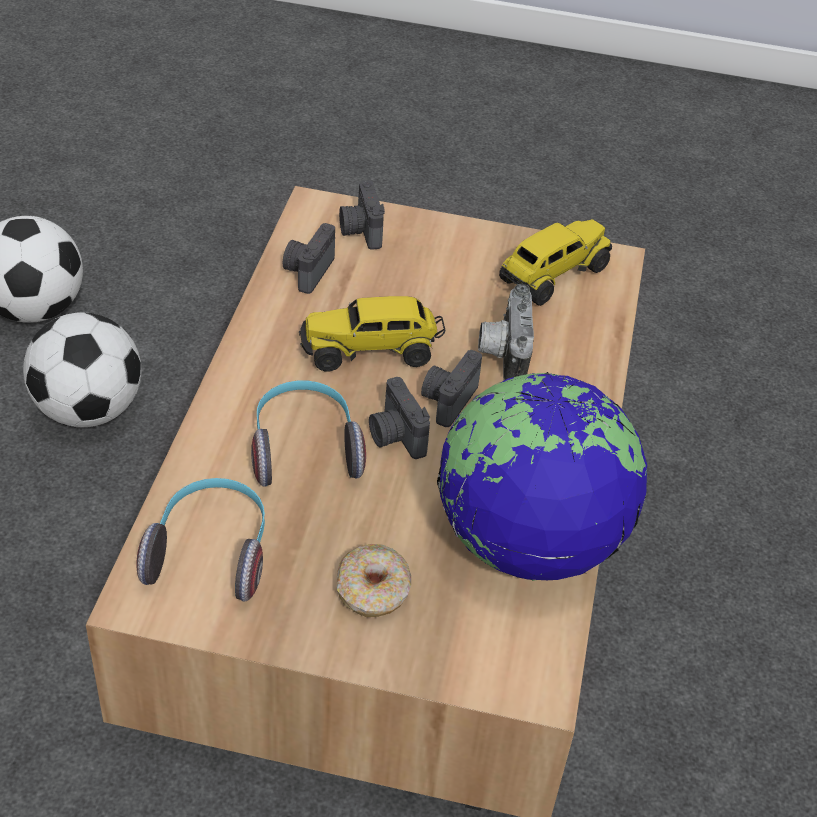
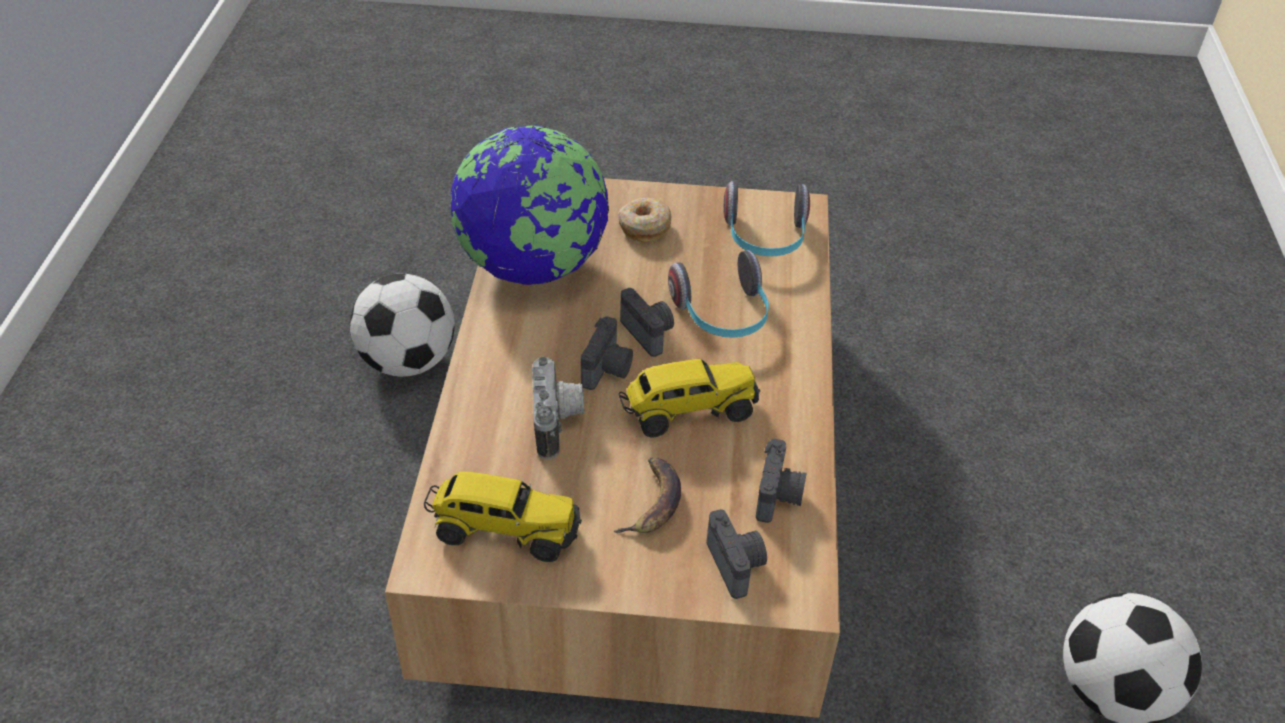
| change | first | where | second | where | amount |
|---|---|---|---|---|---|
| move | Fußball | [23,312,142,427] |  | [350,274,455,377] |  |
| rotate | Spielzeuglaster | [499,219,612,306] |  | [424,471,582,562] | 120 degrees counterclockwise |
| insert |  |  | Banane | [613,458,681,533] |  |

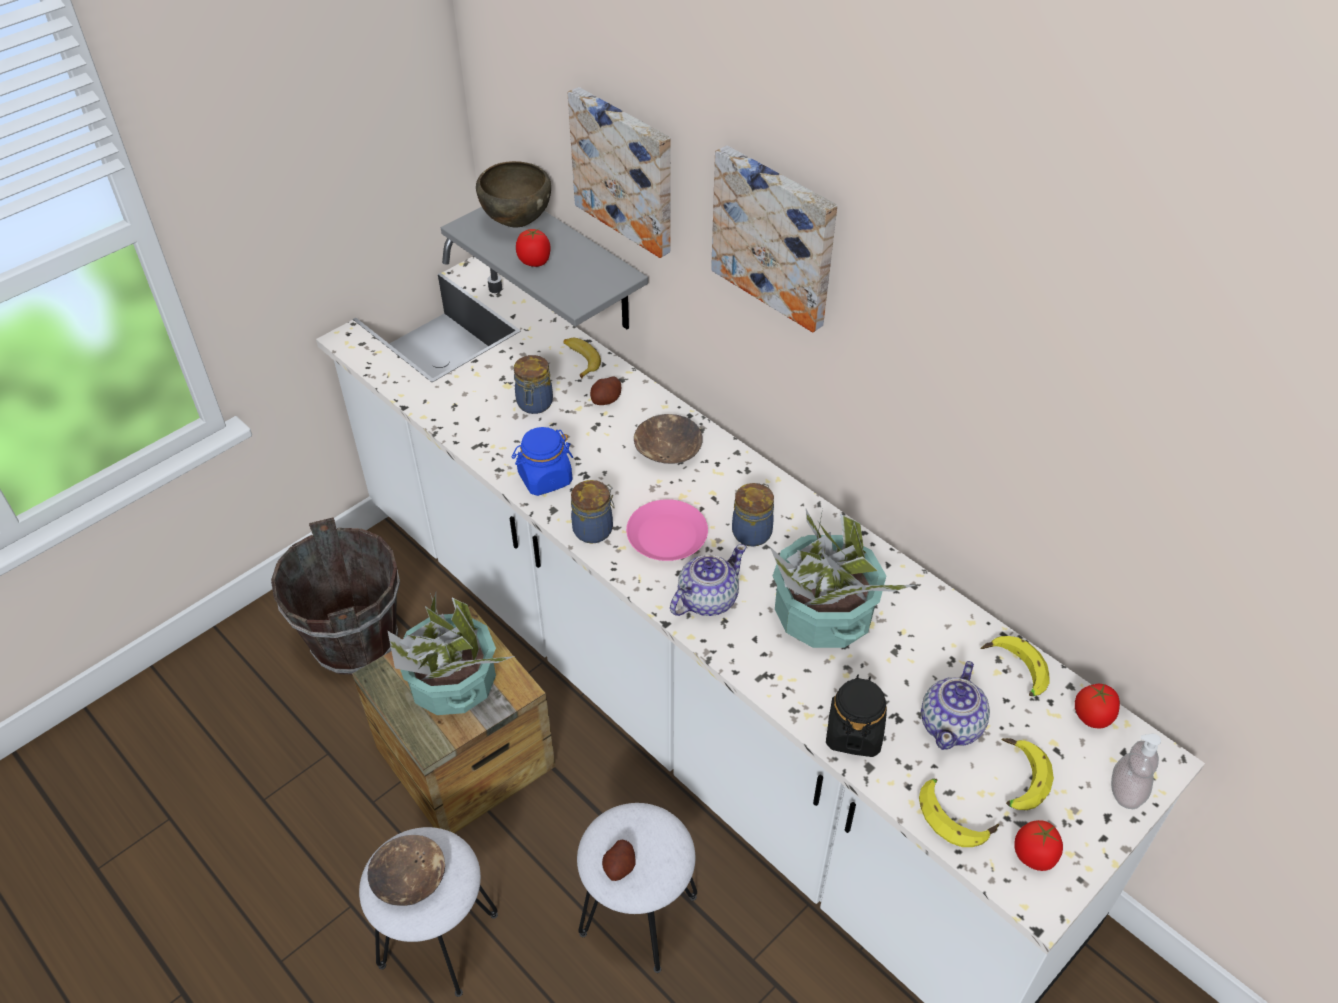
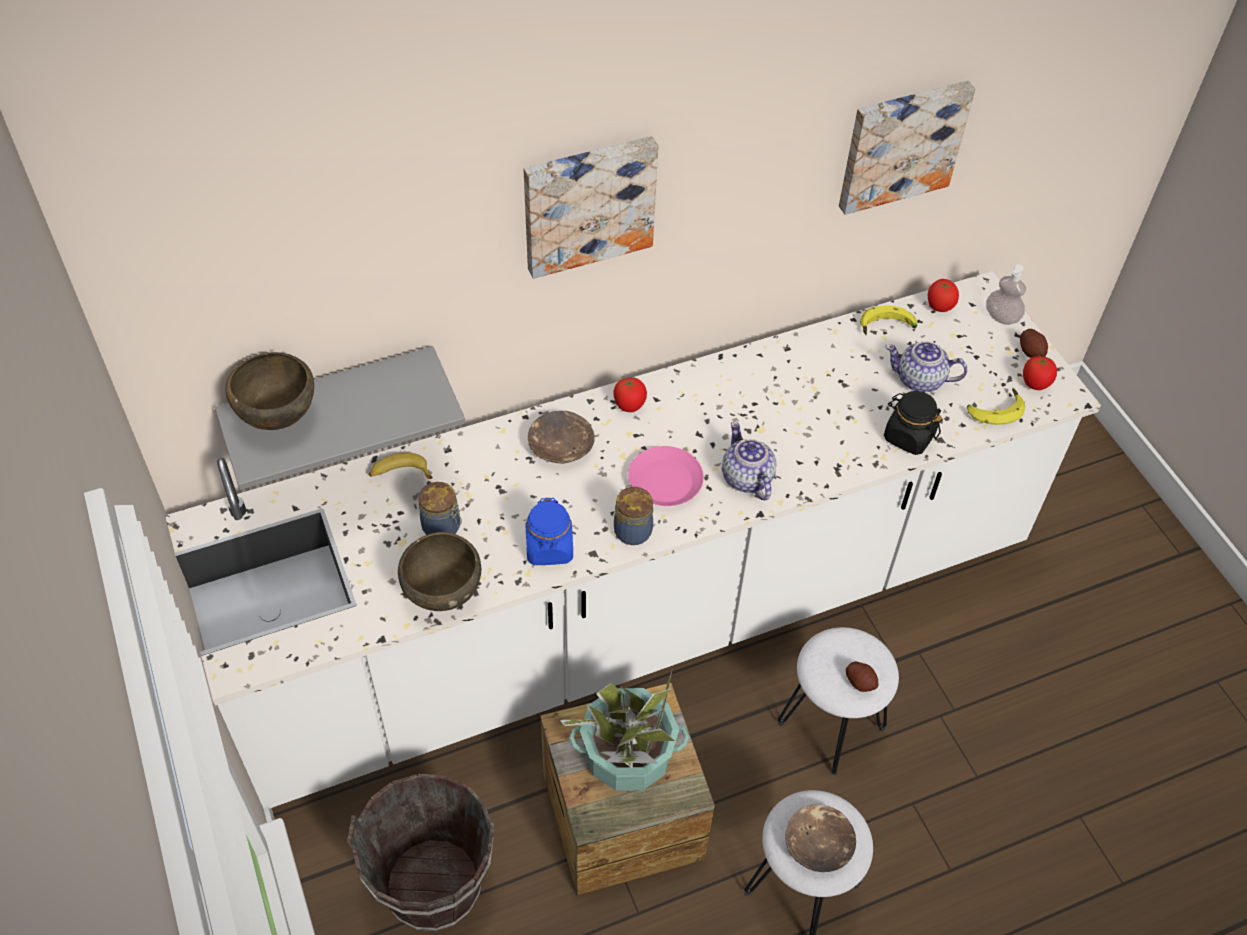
| change | first | where | second | where | amount |
|---|---|---|---|---|---|
| move | Tomate | [516,229,550,267] |  | [614,377,647,412] |  |
| move | Bild | [568,87,671,258] |  | [839,81,975,215] |  |
| move | Kartoffel | [590,377,621,405] |  | [1020,329,1048,358] |  |
| delete | Vorratsglas | [732,483,774,547] |  |  |  |
| delete | Topfpflanze | [770,509,915,648] |  |  |  |
| rotate | Teekanne | [921,661,990,750] |  | [885,341,967,392] | 150 degrees clockwise |
| delete | Banane | [1002,738,1054,810] |  |  |  |
| insert |  |  | Schüssel (braun) | [398,532,481,611] |  |

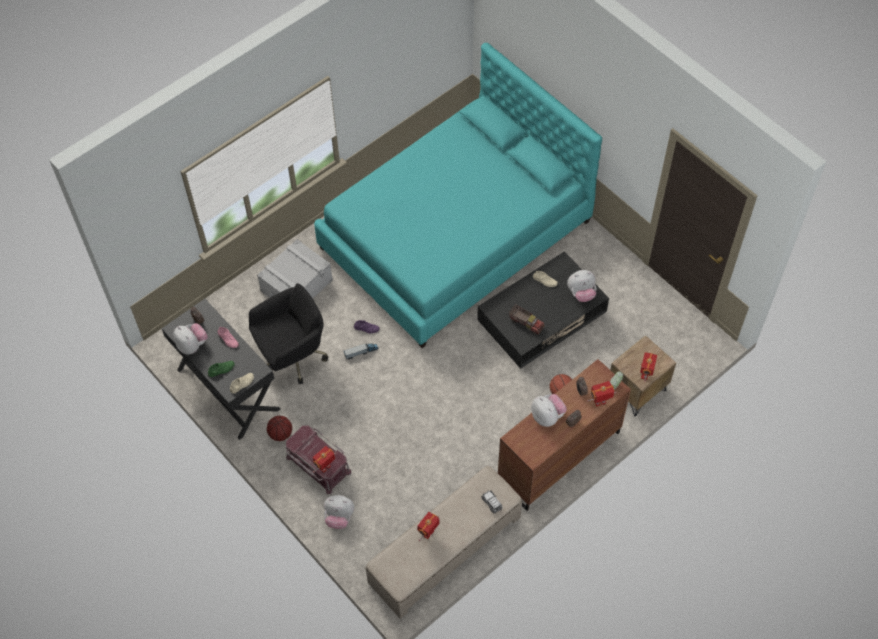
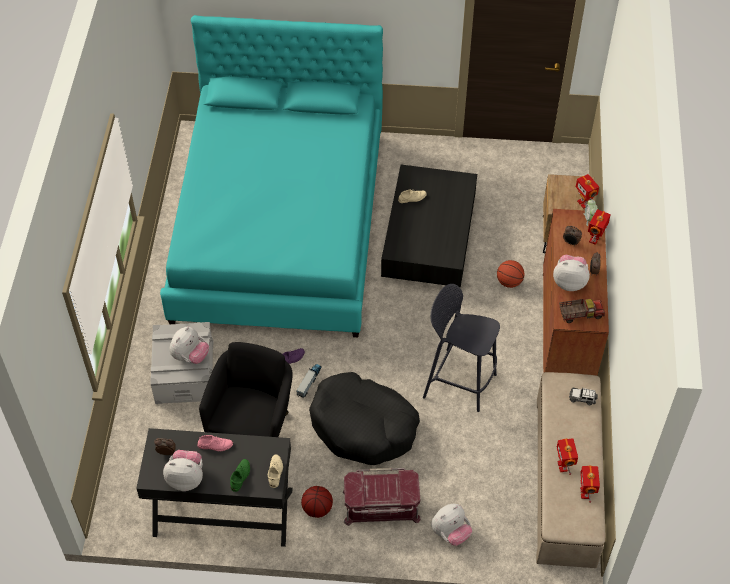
| change | first | where | second | where | amount |
|---|---|---|---|---|---|
| move | Spielzeugroboter | [312,446,337,473] |  | [580,466,600,503] |  |
| move | Spielzeuglaster | [509,304,545,335] |  | [559,299,605,323] |  |
| move | Plüschtier | [567,270,596,302] |  | [170,327,209,364] |  |
| insert |  |  | Hundebett (schwarz) | [309,372,420,465] |  |
| insert |  |  | Hocker (grau) | [423,284,500,412] |  |

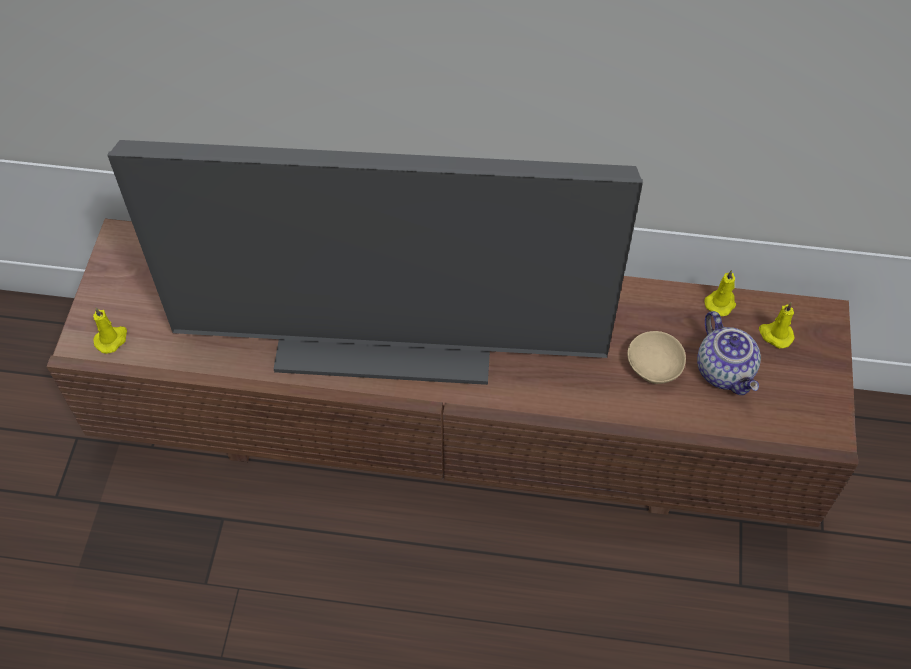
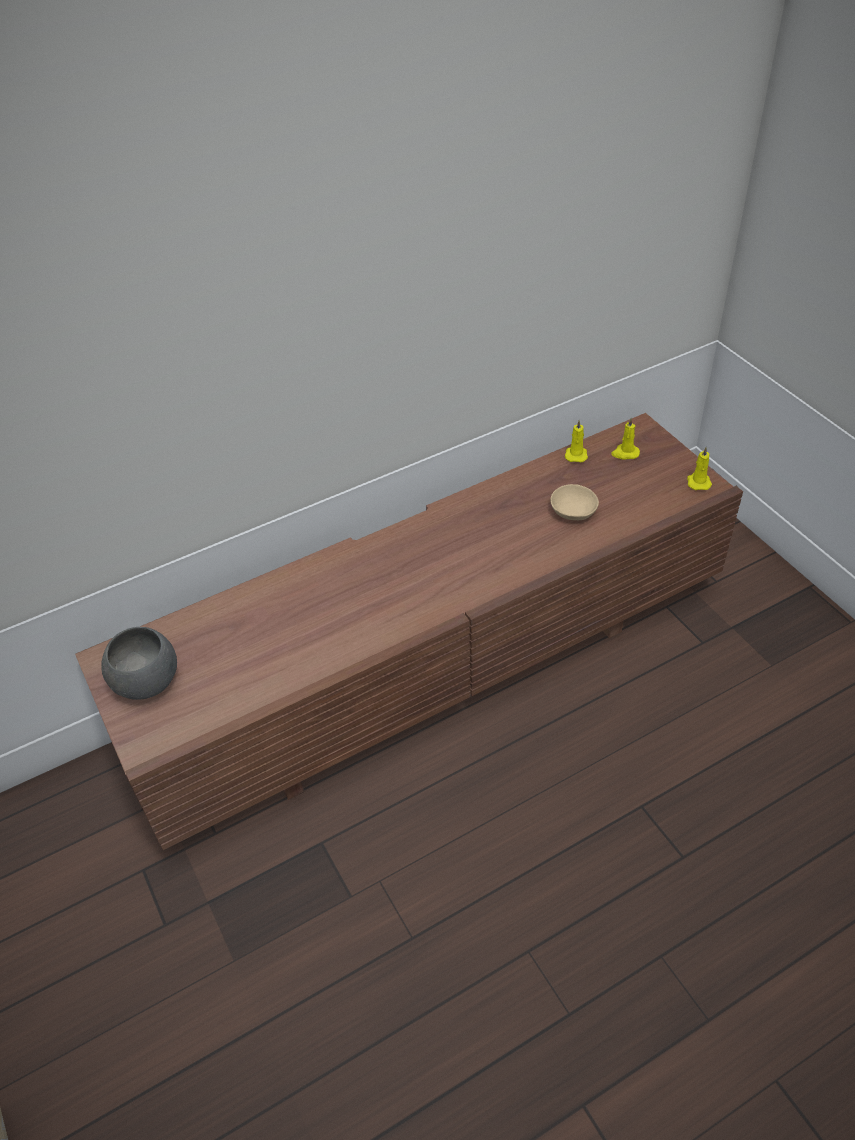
| change | first | where | second | where | amount |
|---|---|---|---|---|---|
| move | Kerze (gelb) | [93,307,127,354] |  | [687,447,712,490] |  |
| delete | Fernseher | [107,140,643,385] |  |  |  |
| delete | Teekanne | [697,311,761,395] |  |  |  |
| insert |  |  | Schüssel (grau) | [101,627,177,700] |  |

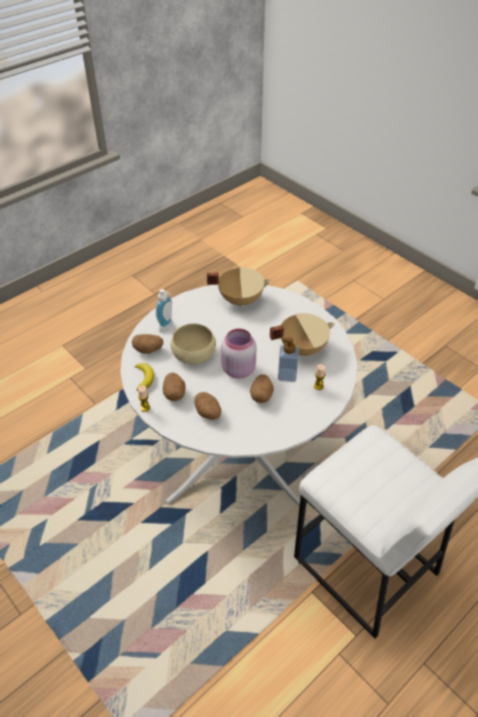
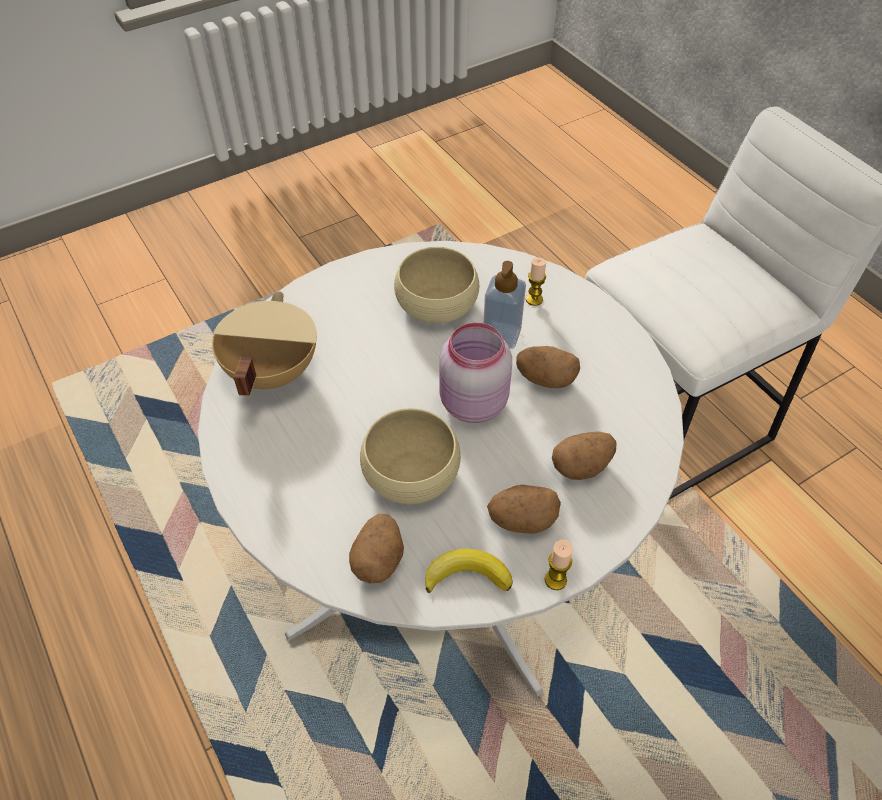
| change | first | where | second | where | amount |
|---|---|---|---|---|---|
| delete | Seifenspender | [156,289,173,332] |  |  |  |
| replace | Kochtopf (beige) | [270,313,335,357] | Schüssel (beige) | [394,247,479,323] |  |

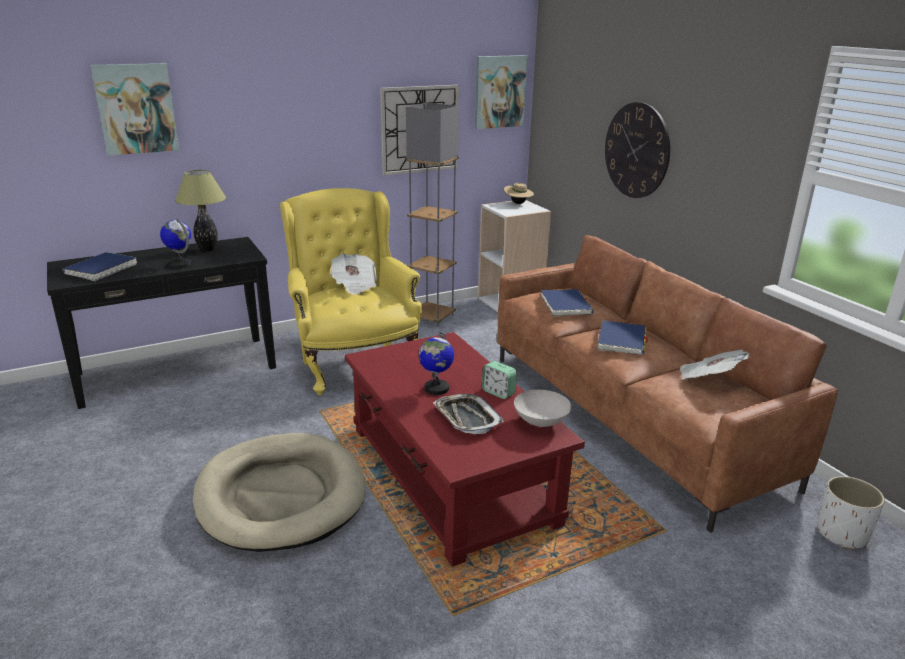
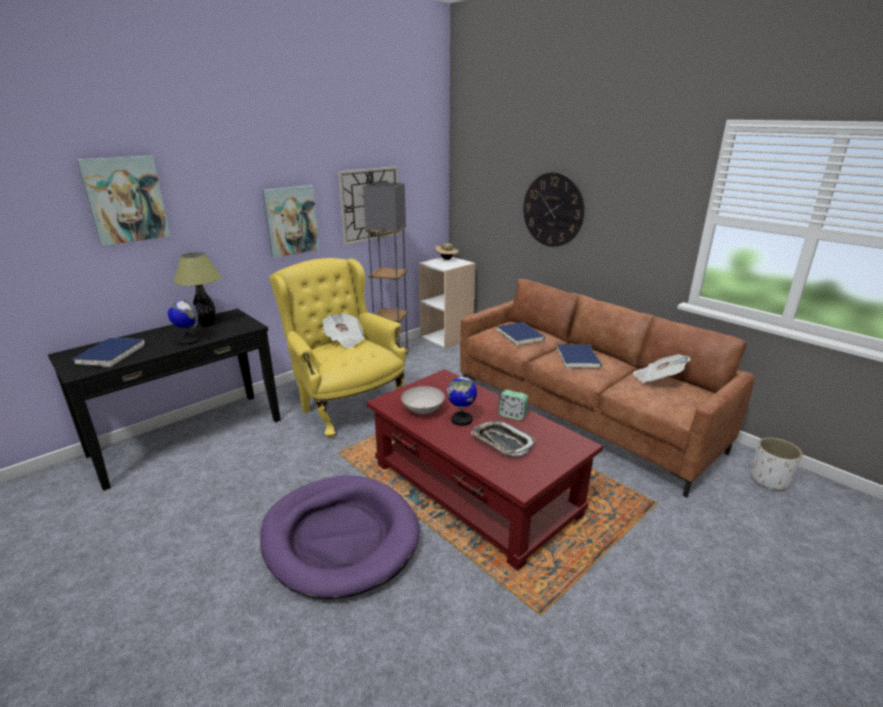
| change | first | where | second | where | amount |
|---|---|---|---|---|---|
| recolor | Hundebett (beige) | [193,433,366,552] | Hundebett (lila) | [260,475,420,599] |  |
| move | Bild | [475,55,527,129] |  | [262,185,319,258] |  |
| move | Schüssel (weiß) | [514,390,571,427] |  | [401,386,445,414] |  |

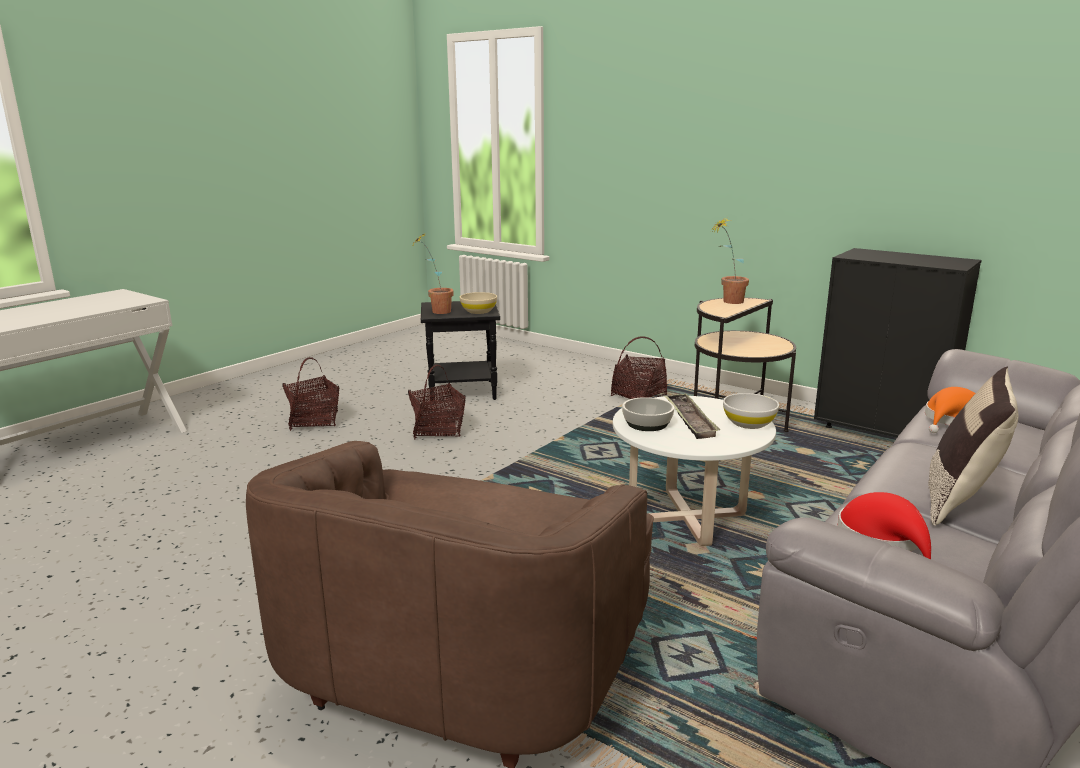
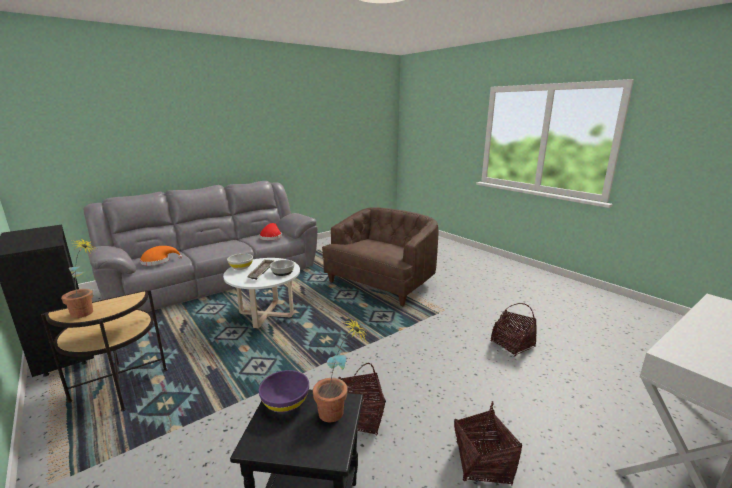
| change | first | where | second | where | amount |
|---|---|---|---|---|---|
| recolor | Schüssel (beige) | [460,292,497,314] | Schüssel (lila) | [259,370,309,413] |  |
| move | Korb | [611,336,667,399] |  | [490,303,537,356] |  |
| delete | Kissen | [928,367,1018,526] |  |  |  |

